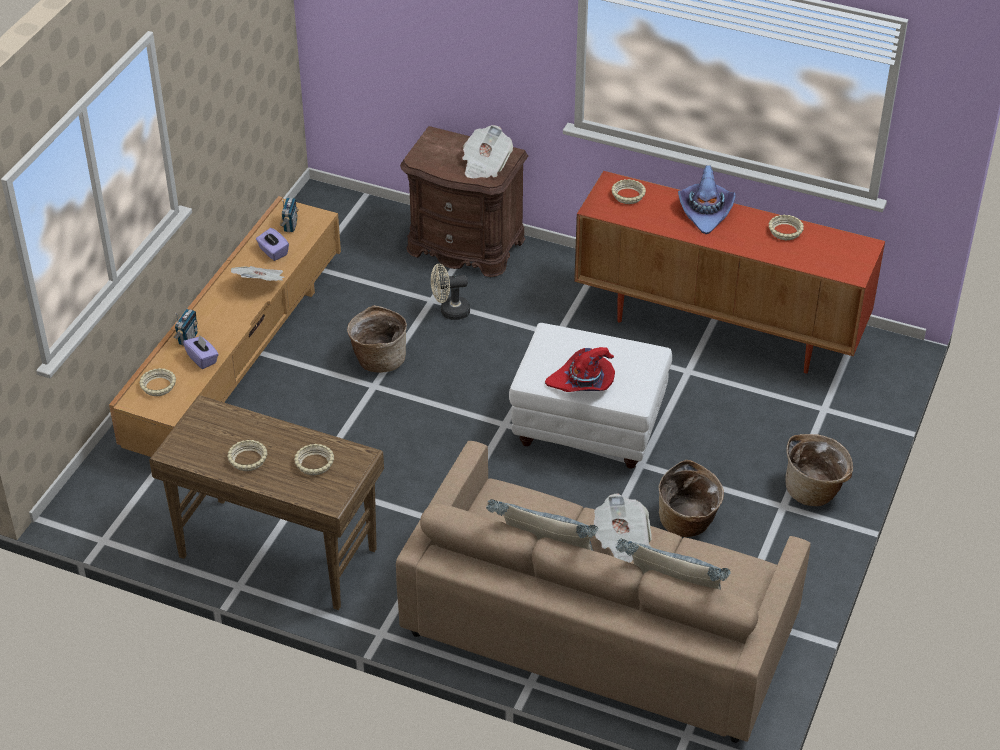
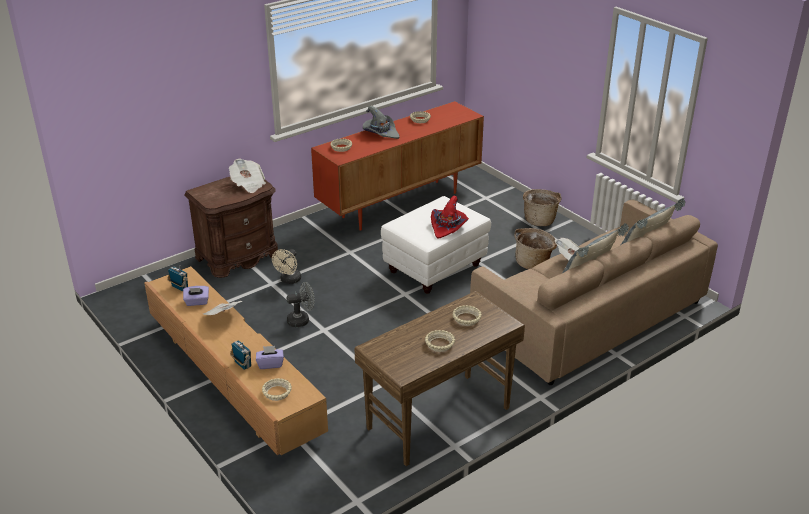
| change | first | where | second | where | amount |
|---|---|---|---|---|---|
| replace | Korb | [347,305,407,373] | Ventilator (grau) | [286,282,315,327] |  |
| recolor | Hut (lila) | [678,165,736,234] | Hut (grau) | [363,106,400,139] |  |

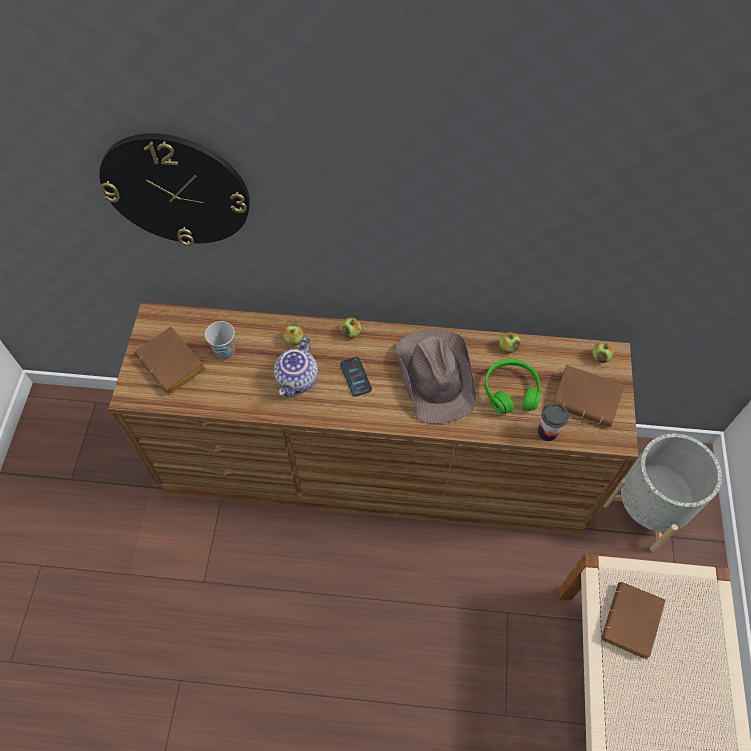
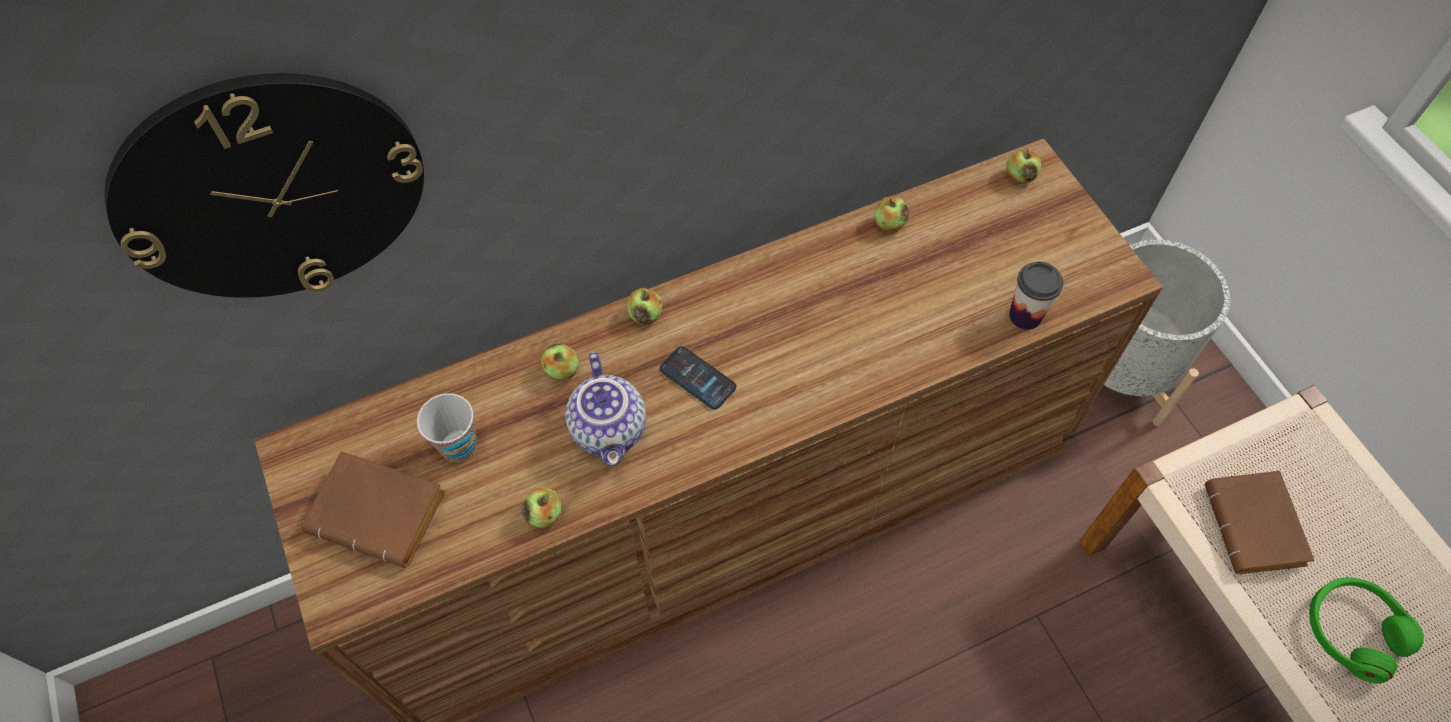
| change | first | where | second | where | amount |
|---|---|---|---|---|---|
| delete | Hut (braun) | [395,329,477,424] |  |  |  |
| move | Kopfhörer (grün) | [485,359,541,414] |  | [1309,578,1424,683] |  |
| delete | Buch (braun) | [553,365,625,427] |  |  |  |
| insert |  |  | Apfel | [522,487,562,528] |  |

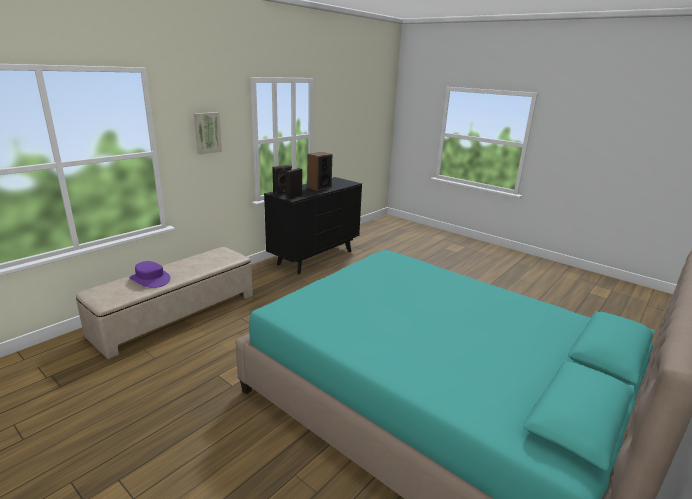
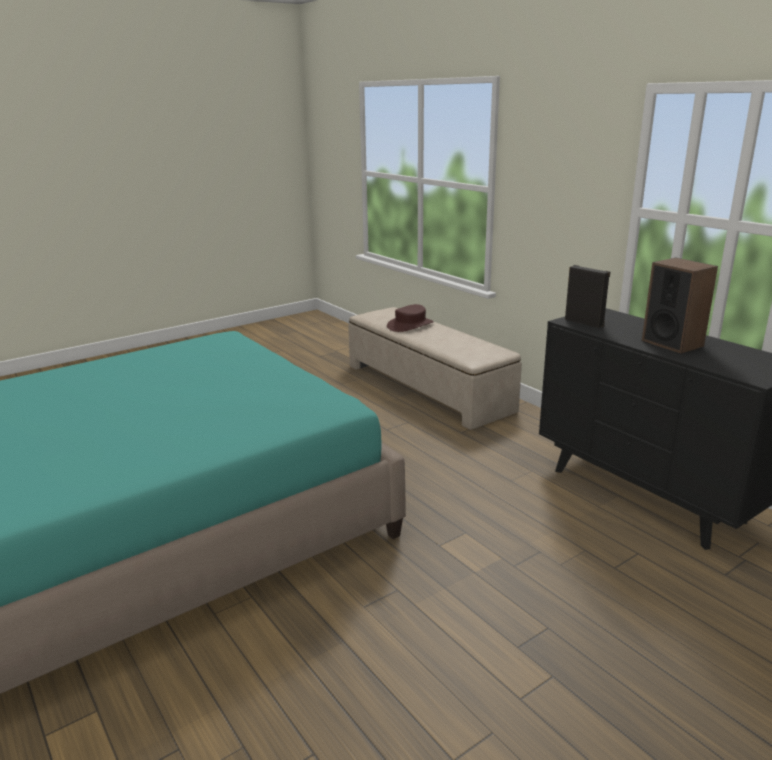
| change | first | where | second | where | amount |
|---|---|---|---|---|---|
| recolor | Hut (lila) | [129,261,170,288] | Hut (braun) | [387,304,434,332] |  |
| delete | Bild | [194,112,222,155] |  |  |  |
| delete | Lautsprecher (schwarz) | [272,165,292,194] |  |  |  |

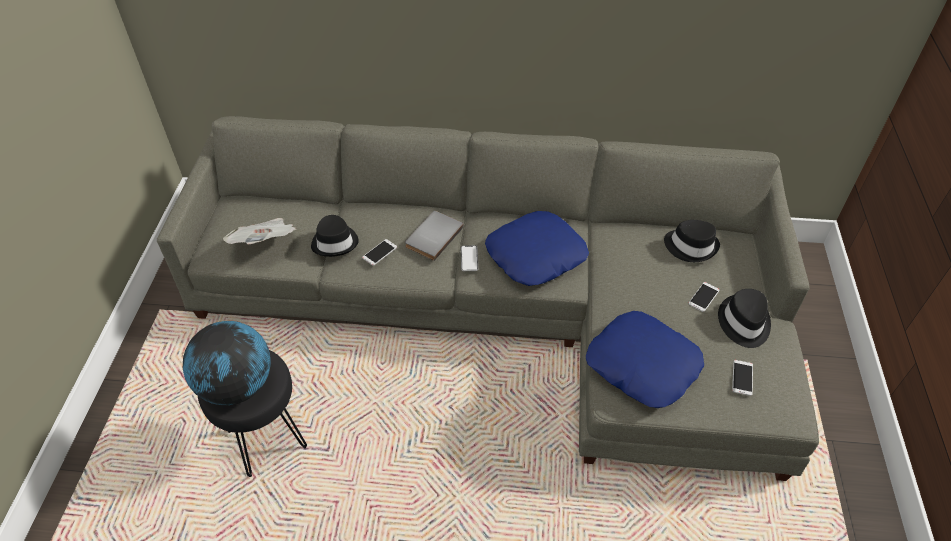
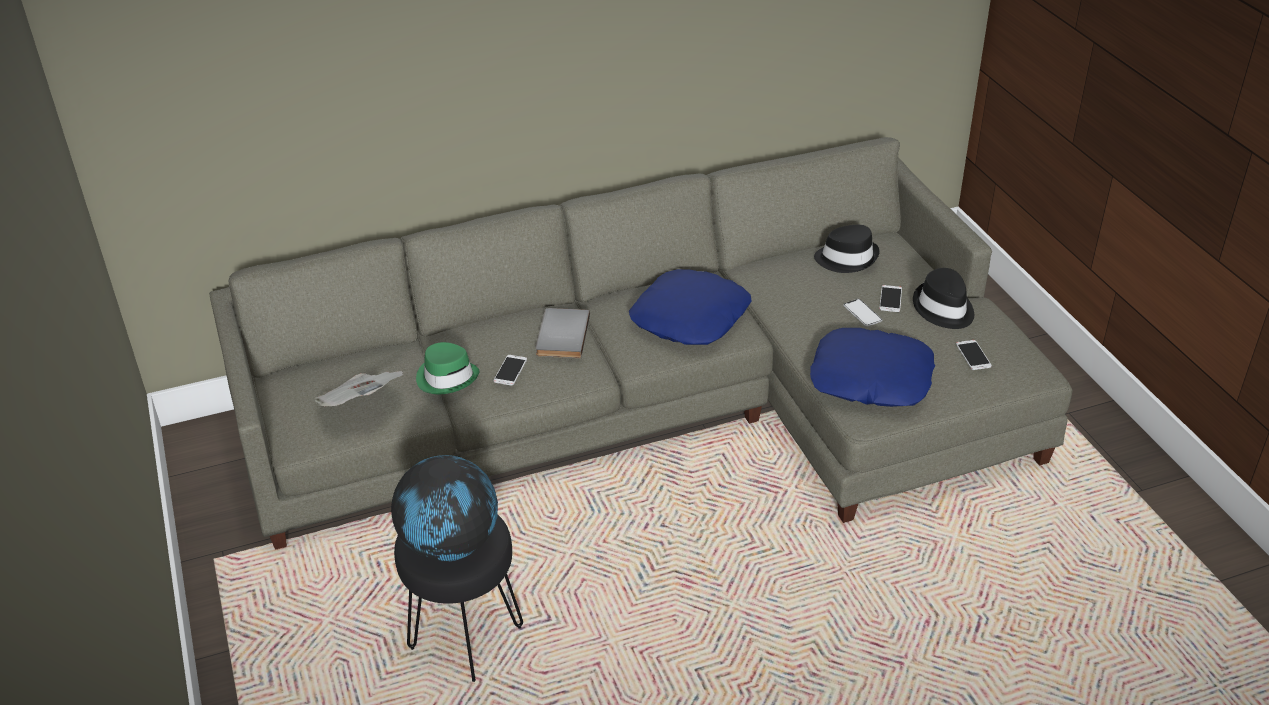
| change | first | where | second | where | amount |
|---|---|---|---|---|---|
| recolor | Hut (schwarz) | [311,215,359,257] | Hut (grün) | [416,342,479,394] |  |
| move | Handy | [461,245,478,271] |  | [843,299,882,327] |  |

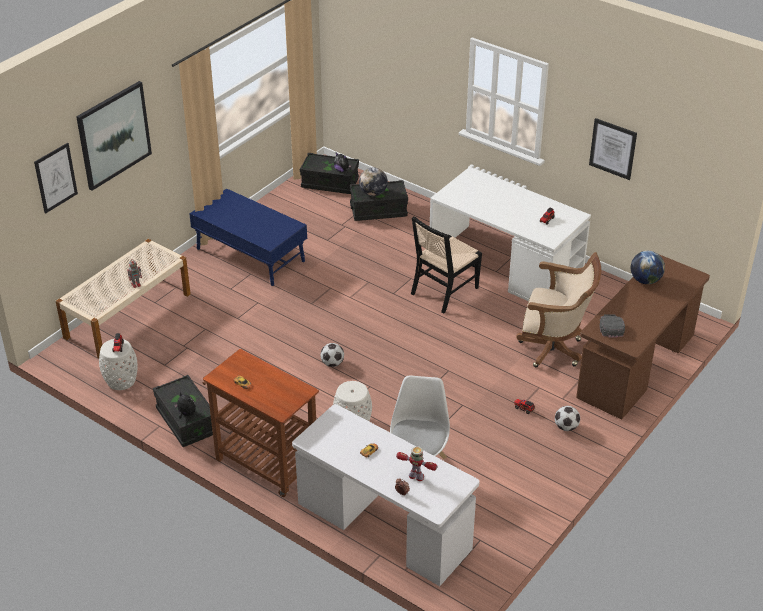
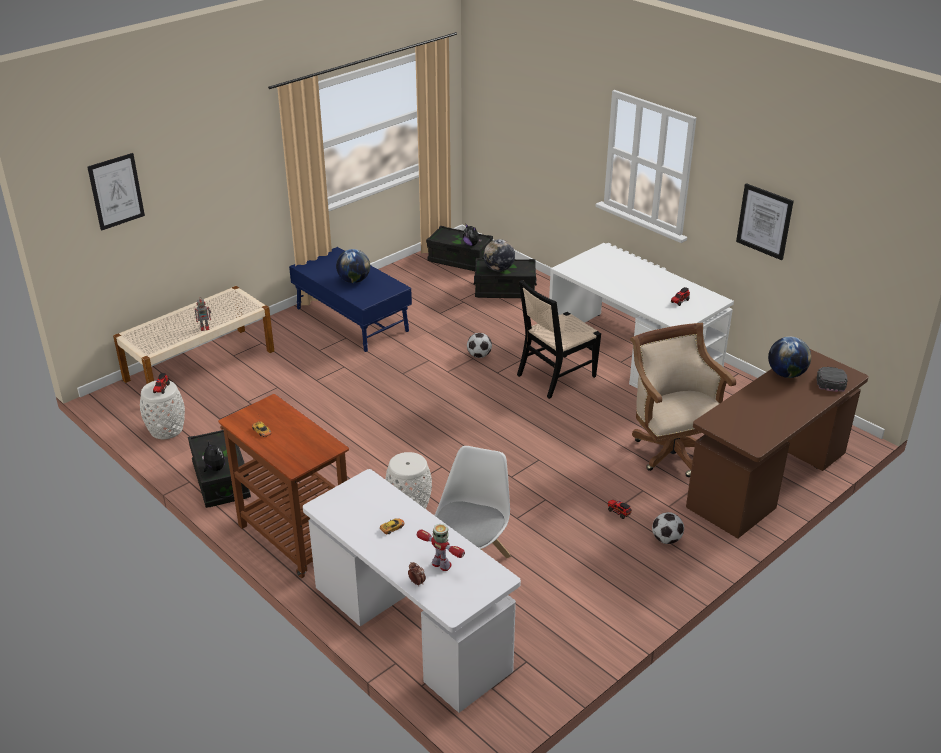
| change | first | where | second | where | amount |
|---|---|---|---|---|---|
| delete | Bild | [76,81,152,191] |  |  |  |
| move | Fußball | [320,343,344,367] |  | [467,333,492,358] |  |
| rotate | Bürostuhl | [516,252,601,368] |  | [630,323,736,477] | 135 degrees counterclockwise |
| move | Kappe (schwarz) | [600,314,625,338] |  | [817,367,848,392] |  |
| insert |  |  | Globus | [336,249,370,283] |  |

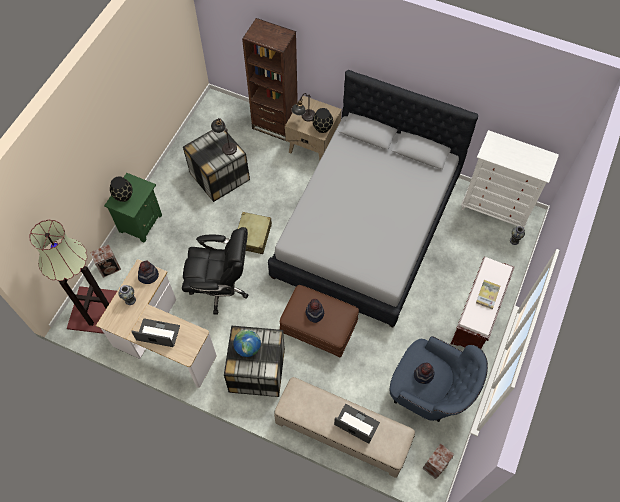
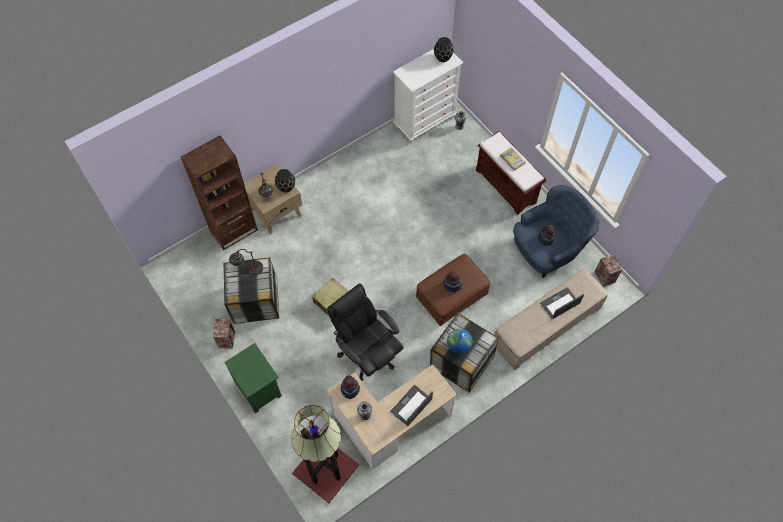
| change | first | where | second | where | amount |
|---|---|---|---|---|---|
| move | Lautsprecher | [90,244,121,278] |  | [213,319,235,349] |  |
| move | Vase (schwarz) | [110,176,133,202] |  | [434,37,454,62] |  |
| rotate | Bürostuhl (schwarz) | [182,227,248,315] |  | [327,284,403,381] | 75 degrees counterclockwise |
| delete | Bett (grau) | [268,70,478,328] |  |  |  |

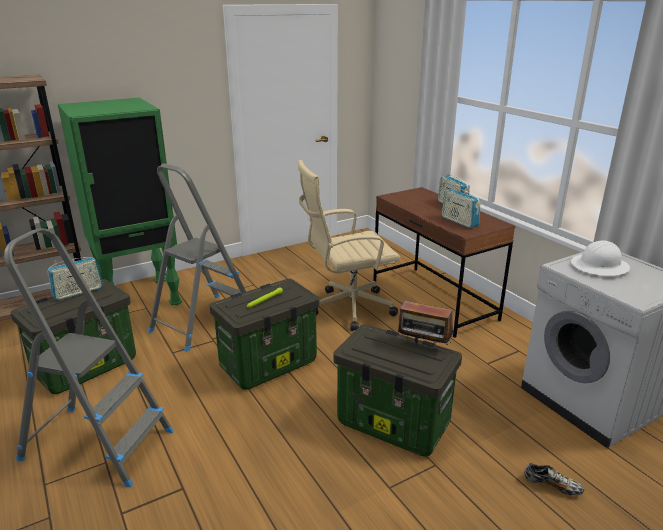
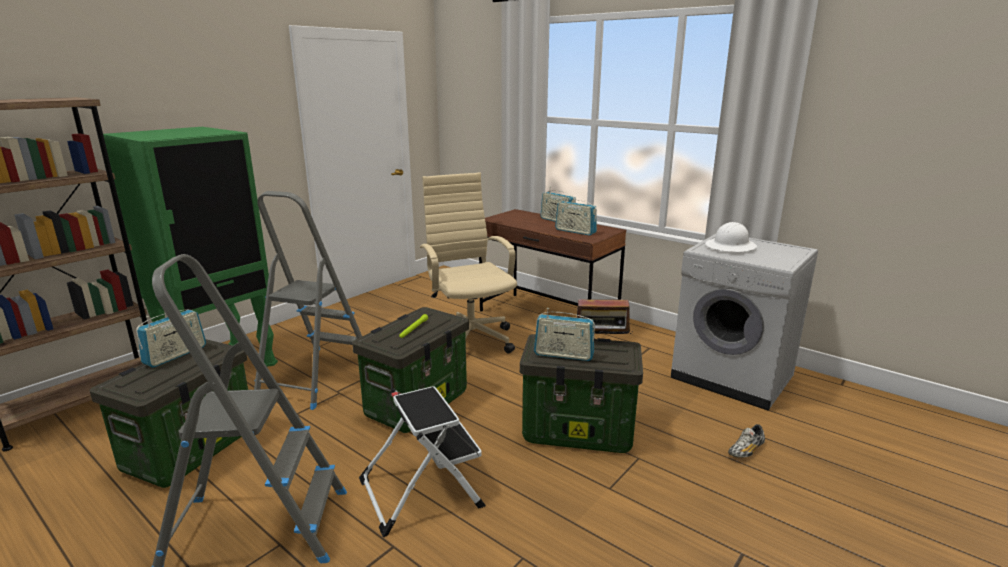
| change | first | where | second | where | amount |
|---|---|---|---|---|---|
| rotate | Bürostuhl (beige) | [298,160,400,331] |  | [420,172,517,354] | 105 degrees clockwise |
| rotate | Schuh | [524,463,584,495] |  | [728,424,765,458] | 135 degrees clockwise |
| insert |  |  | Trittleiter | [359,386,486,537] |  |
| insert |  |  | Radio | [534,308,595,361] |  |

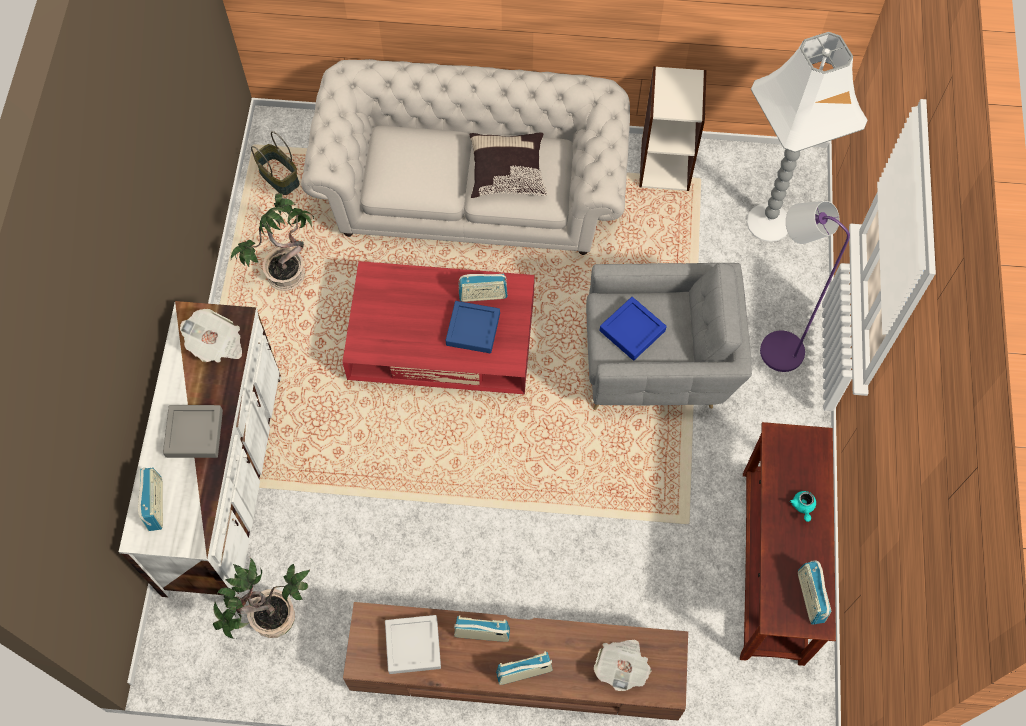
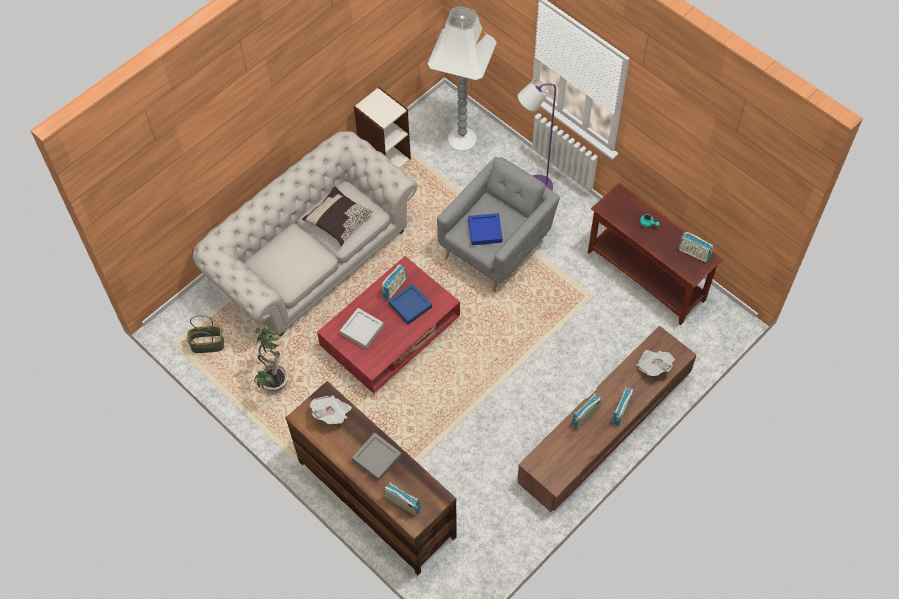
| change | first | where | second | where | amount |
|---|---|---|---|---|---|
| recolor | Schrank (weiß) | [119,301,281,599] | Schrank (braun) | [285,381,457,575] |  |
| delete | Topfpflanze | [213,557,310,639] |  |  |  |
| move | Tablett (grau) | [385,615,441,674] |  | [340,308,384,349] |  |

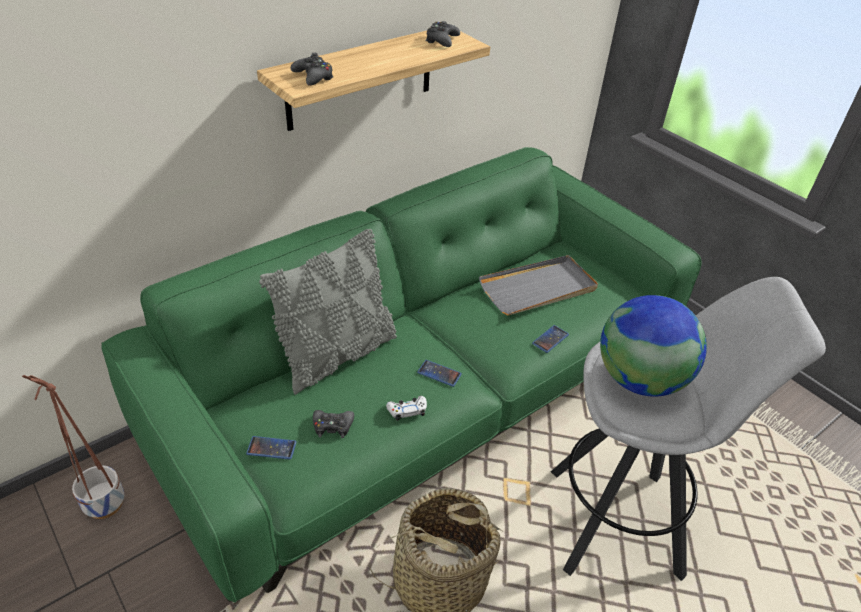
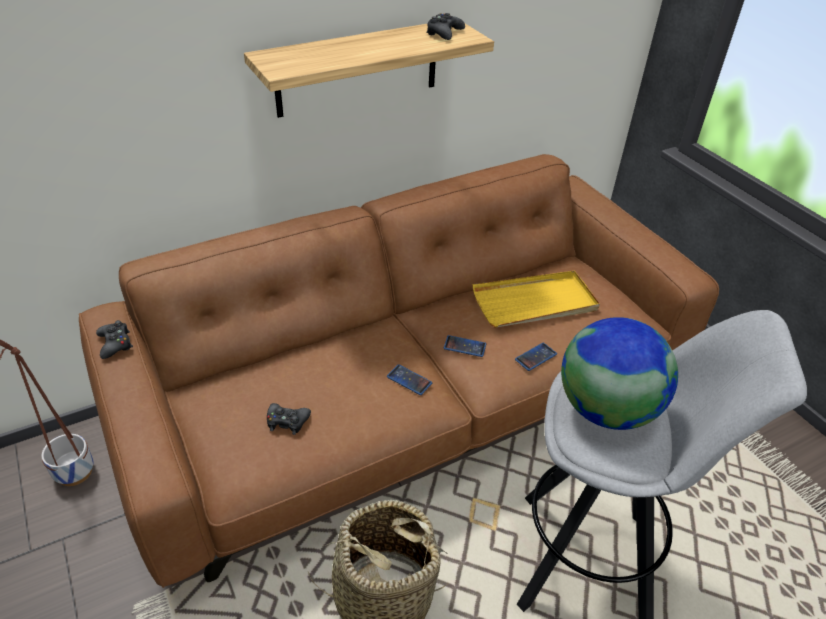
| change | first | where | second | where | amount |
|---|---|---|---|---|---|
| recolor | Sofa (grün) | [101,147,702,603] | Sofa (braun) | [79,154,719,588] |  |
| move | Handy | [246,436,297,460] |  | [444,335,486,357] |  |
| delete | Kissen (grau) | [259,229,397,395] |  |  |  |
| move | Gamepad (schwarz) | [291,53,333,86] |  | [96,320,133,359] |  |
| delete | Gamepad (weiß) | [386,396,427,421] |  |  |  |
| recolor | Tablett (grau) | [479,255,598,315] | Tablett (gelb) | [473,271,600,327] |  |

